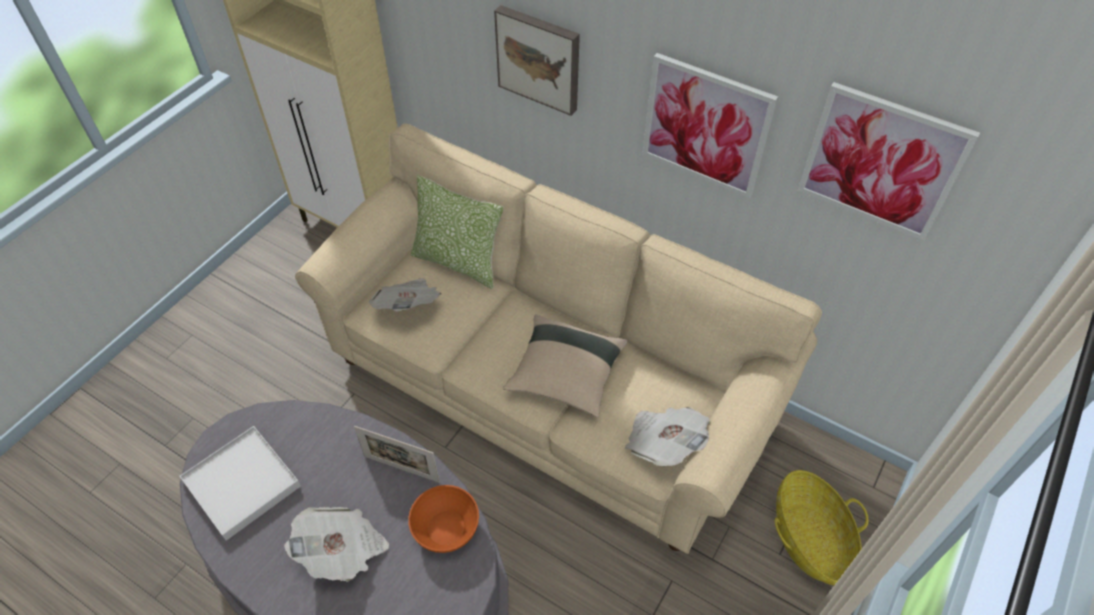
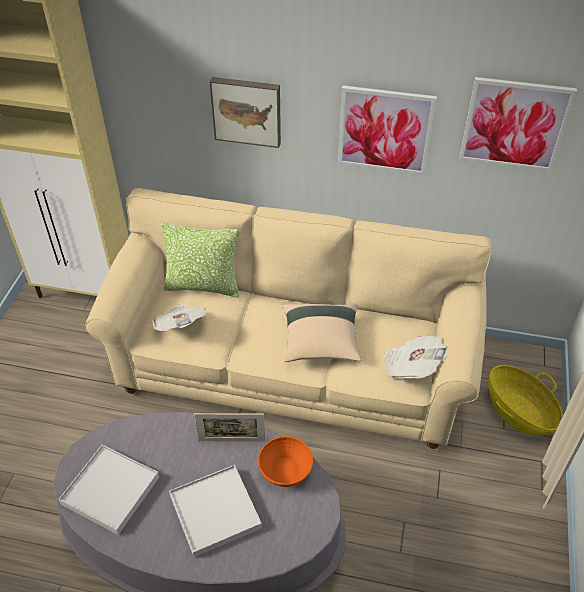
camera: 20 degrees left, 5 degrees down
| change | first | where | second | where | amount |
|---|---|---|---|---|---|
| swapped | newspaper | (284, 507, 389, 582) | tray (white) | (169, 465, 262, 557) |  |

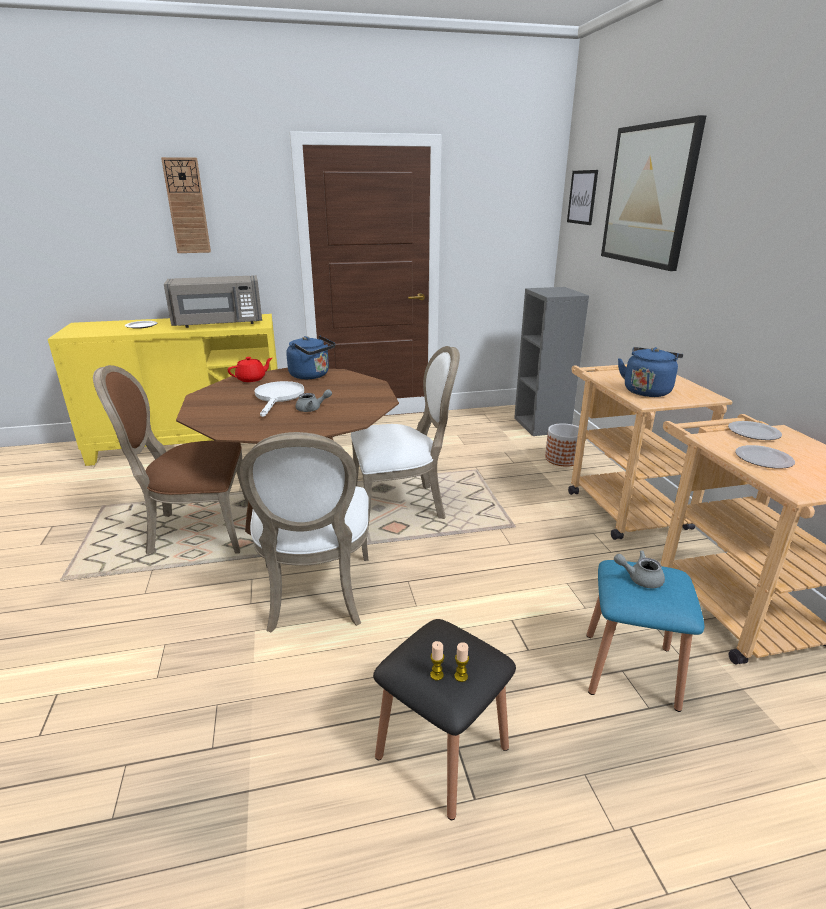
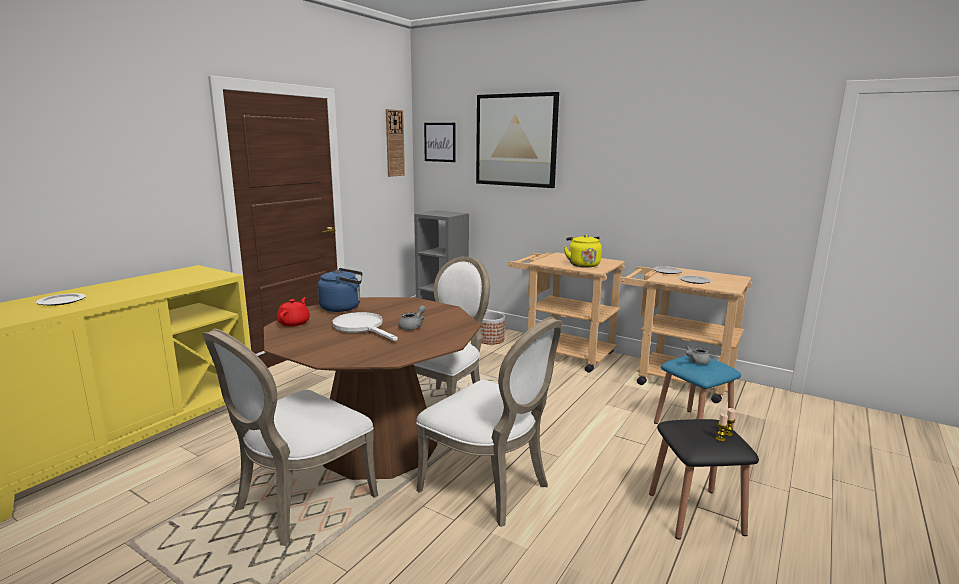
camera: 45 degrees left, 10 degrees down
| change | first | where | second | where | amount |
|---|---|---|---|---|---|
| repainted | upright chair (brown-coloured) | (93, 365, 248, 554) | upright chair (white) | (202, 329, 378, 546) |  |
| shifted | wall clock | (161, 157, 211, 253) |  | (386, 109, 405, 177) |  |
| repainted | water kettle (blue) | (618, 347, 683, 397) | water kettle (yellow) | (564, 235, 602, 267) |  |
| gone | microwave (gray) | (164, 275, 262, 328) |  |  |  |

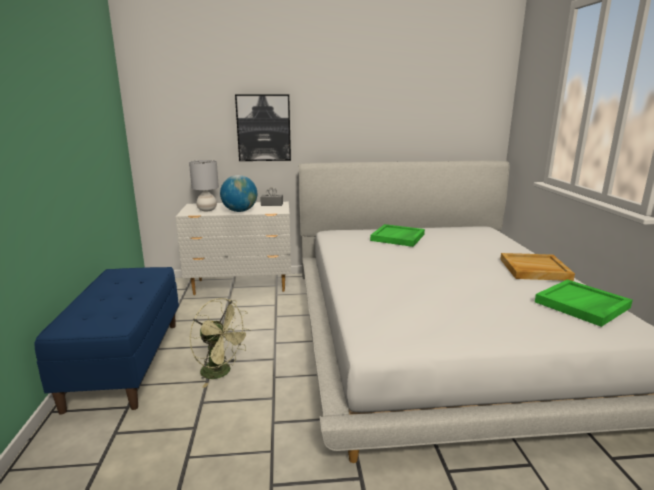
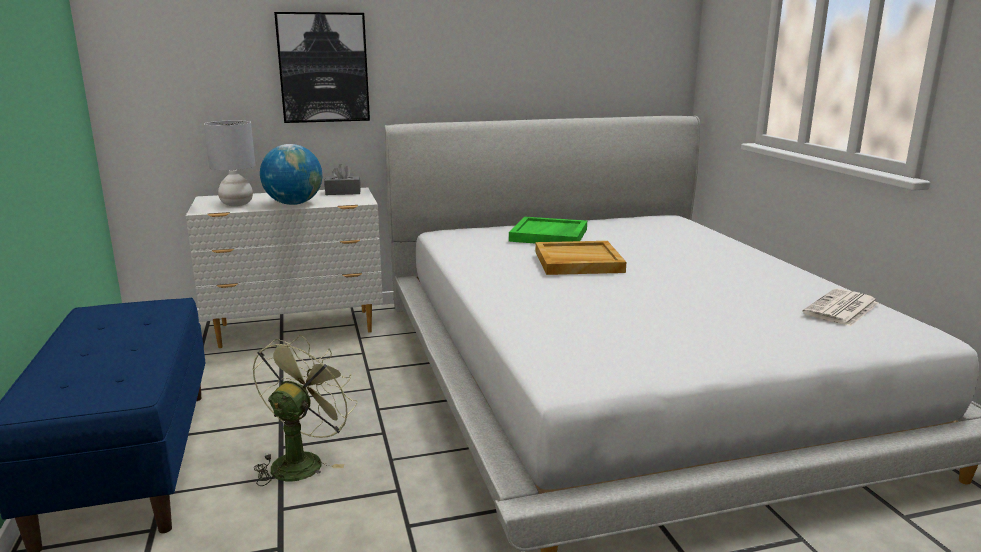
camera: 10 degrees left, 0 degrees up
| change | first | where | second | where | amount |
|---|---|---|---|---|---|
| rotated | electric fan (green-coloured) | (190, 298, 251, 388) |  | (252, 335, 357, 486) | 90 degrees counterclockwise |
| shifted | tray (beige) | (500, 253, 575, 281) |  | (535, 241, 626, 275) |  |
| swapped | tray (green-coloured) | (535, 279, 633, 327) | newspaper | (802, 288, 879, 326) |  |

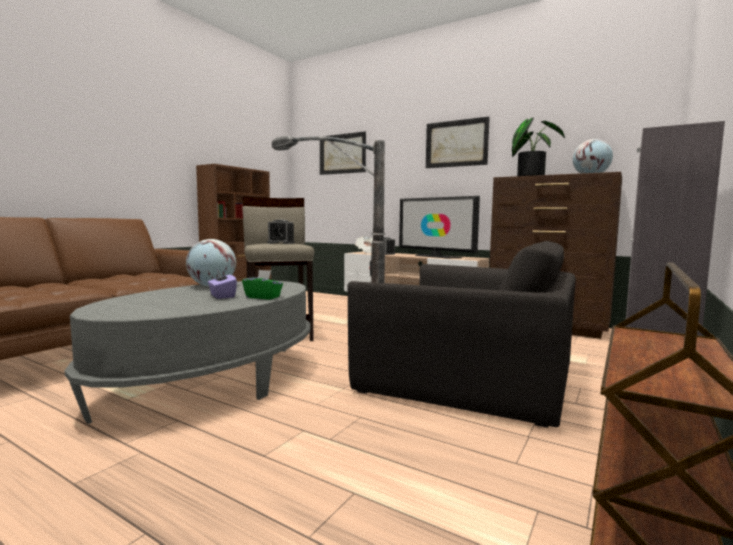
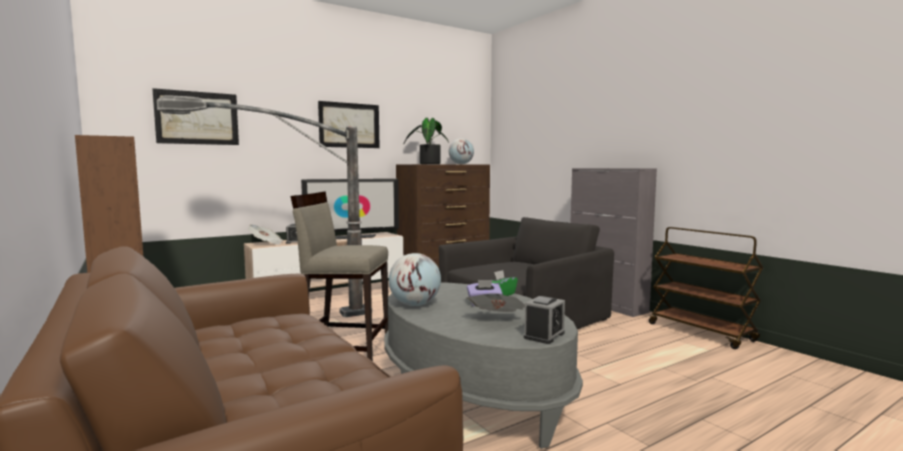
camera: 65 degrees left, 0 degrees up
| change | first | where | second | where | amount |
|---|---|---|---|---|---|
| new |  |  | newspaper | (467, 294, 525, 312) |  |
| shifted | table clock | (267, 219, 295, 244) |  | (524, 296, 565, 344) |  |

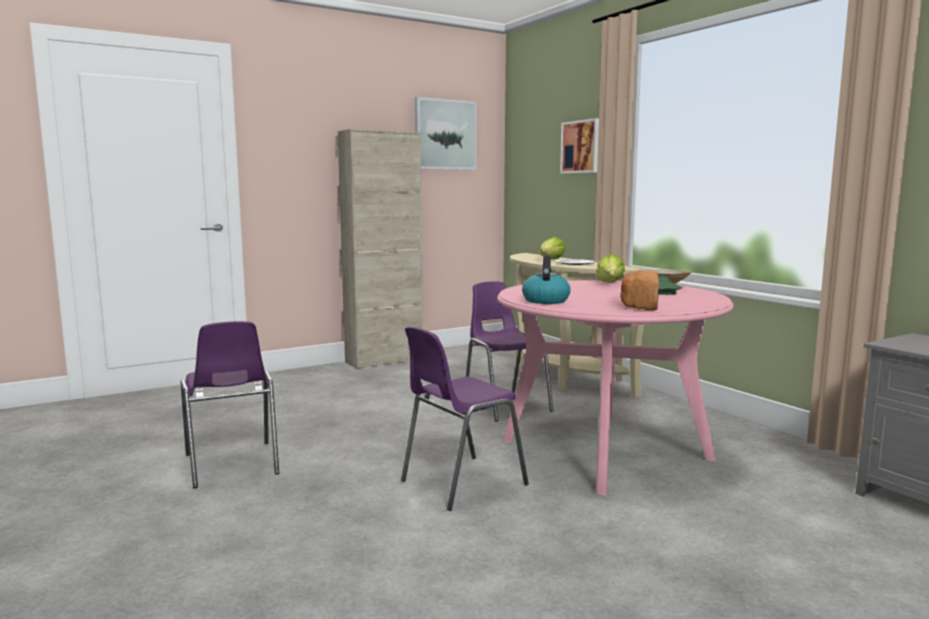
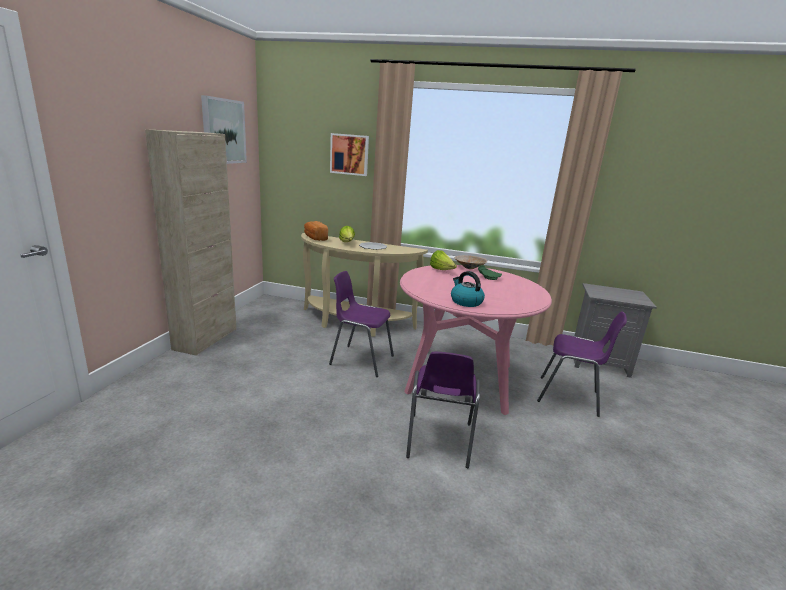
camera: 45 degrees left, 10 degrees up
| change | first | where | second | where | amount |
|---|---|---|---|---|---|
| shifted | baked bread | (620, 270, 659, 310) |  | (304, 221, 328, 241) |  |
| shifted | upright chair (purple) | (180, 321, 279, 488) |  | (537, 311, 627, 417) |  |

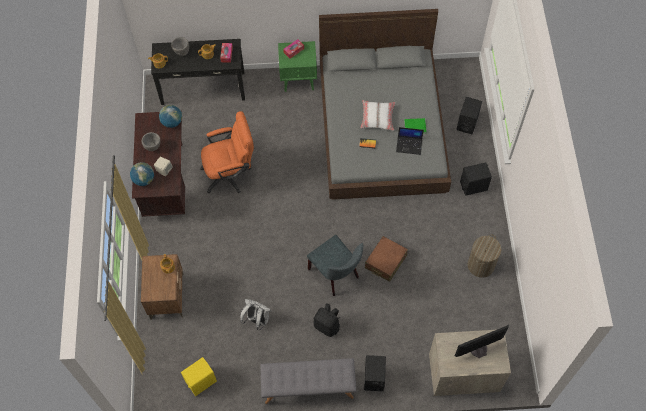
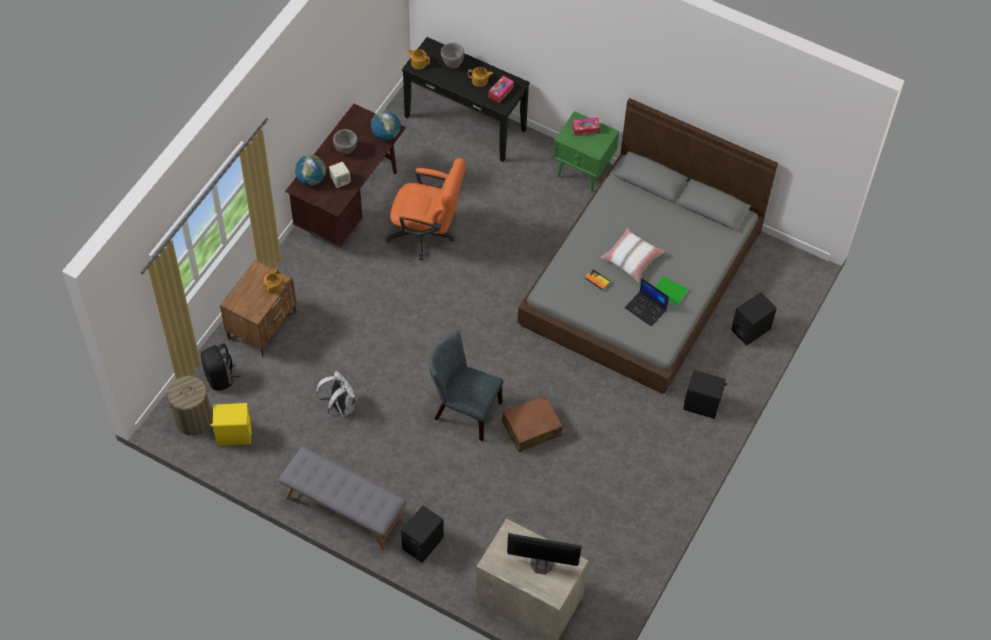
camera: 30 degrees right, 5 degrees down
| change | first | where | second | where | amount |
|---|---|---|---|---|---|
| shifted | washing basket | (468, 235, 501, 278) |  | (164, 376, 212, 436) |  |
| shifted | knapsack (blackish) | (313, 303, 340, 337) |  | (201, 343, 241, 390) |  |
| rotated | upright chair (gray) | (307, 235, 363, 296) |  | (429, 331, 504, 441) | 120 degrees clockwise |

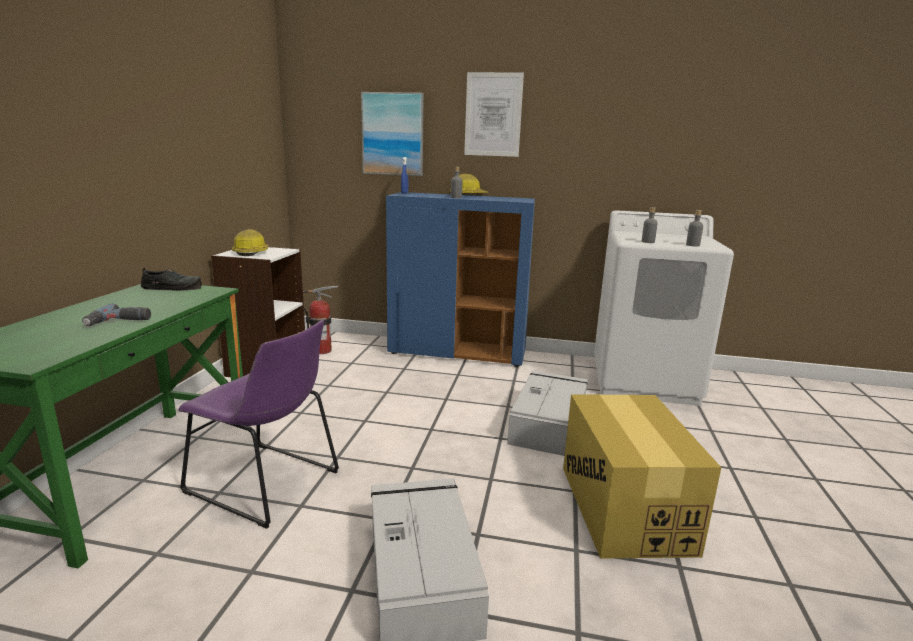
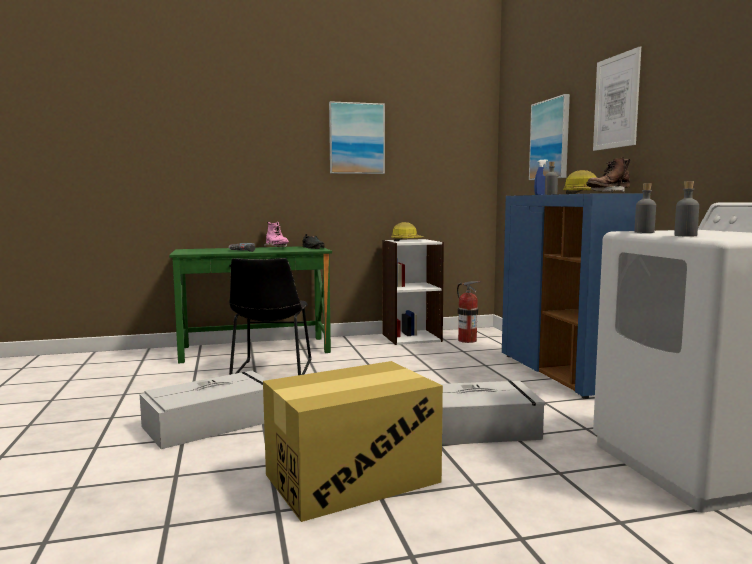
camera: 65 degrees right, 10 degrees down
| change | first | where | second | where | amount |
|---|---|---|---|---|---|
| repainted | upright chair (purple) | (178, 320, 339, 529) | upright chair (blackish) | (229, 258, 311, 375) |  |
| new |  |  | boot (pink) | (264, 222, 289, 247) |  |
| new |  |  | wall art | (329, 101, 385, 174) |  |
| new |  |  | boot (brown-coloured) | (586, 157, 630, 193) |  |

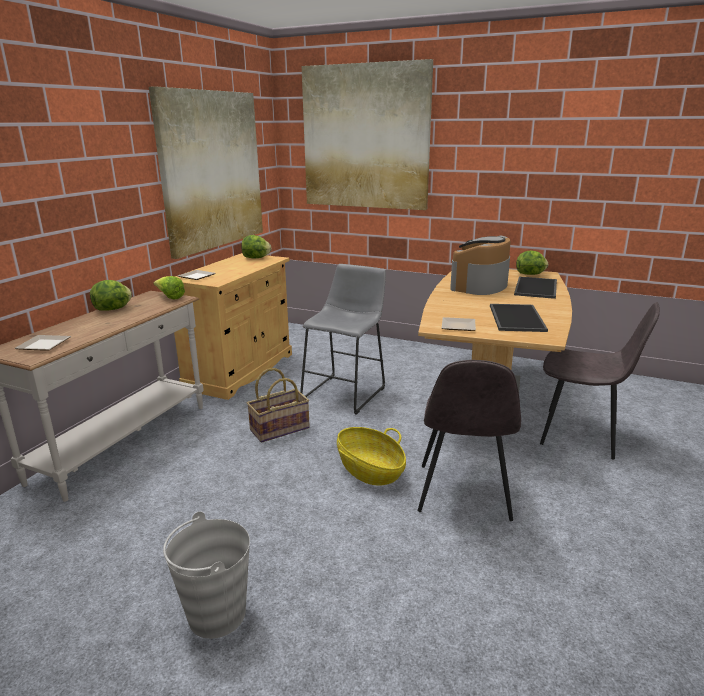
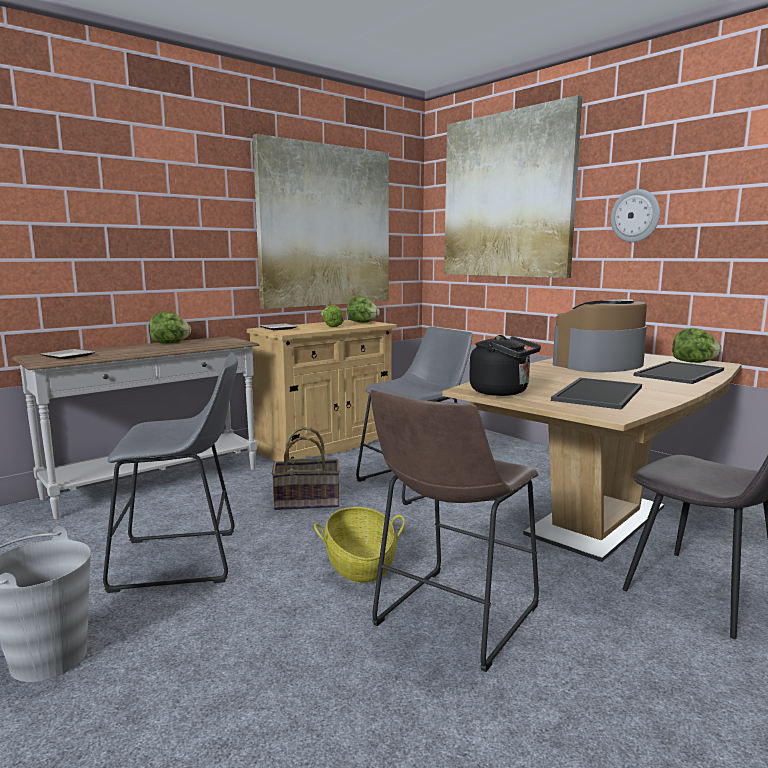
camera: 25 degrees right, 10 degrees down
| change | first | where | second | where | amount |
|---|---|---|---|---|---|
| new |  |  | stool (gray) | (103, 353, 238, 593) |  |
| shifted | head of lettuce | (154, 276, 185, 300) |  | (321, 305, 344, 327) |  |
| swapped | upright chair (gray) | (418, 360, 521, 521) | stool (brown-coloured) | (371, 389, 539, 672) |  |
| swapped | flat dish | (442, 317, 476, 331) | water kettle (blackish) | (469, 335, 541, 396) |  |
| new |  |  | wall clock | (611, 189, 660, 242) |  |

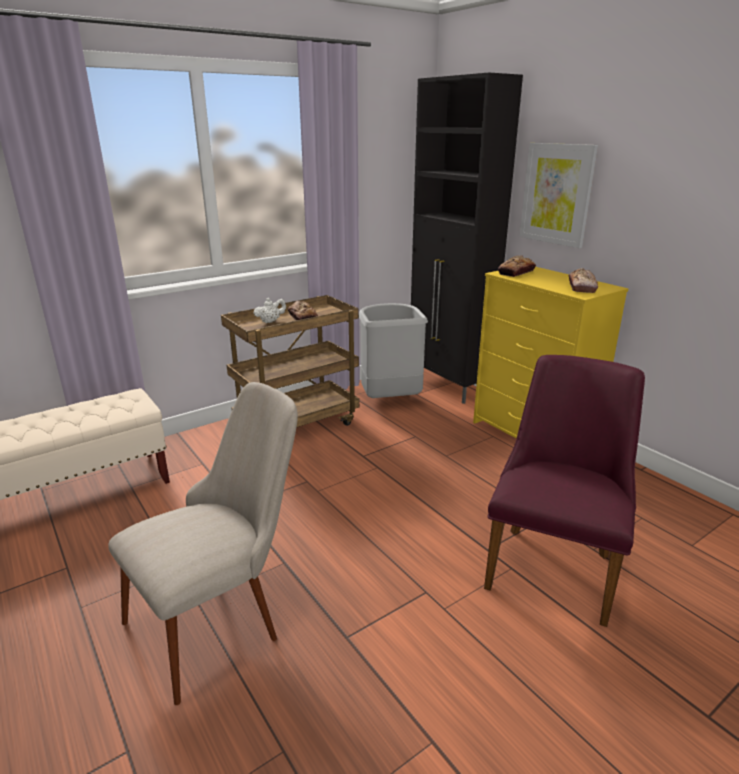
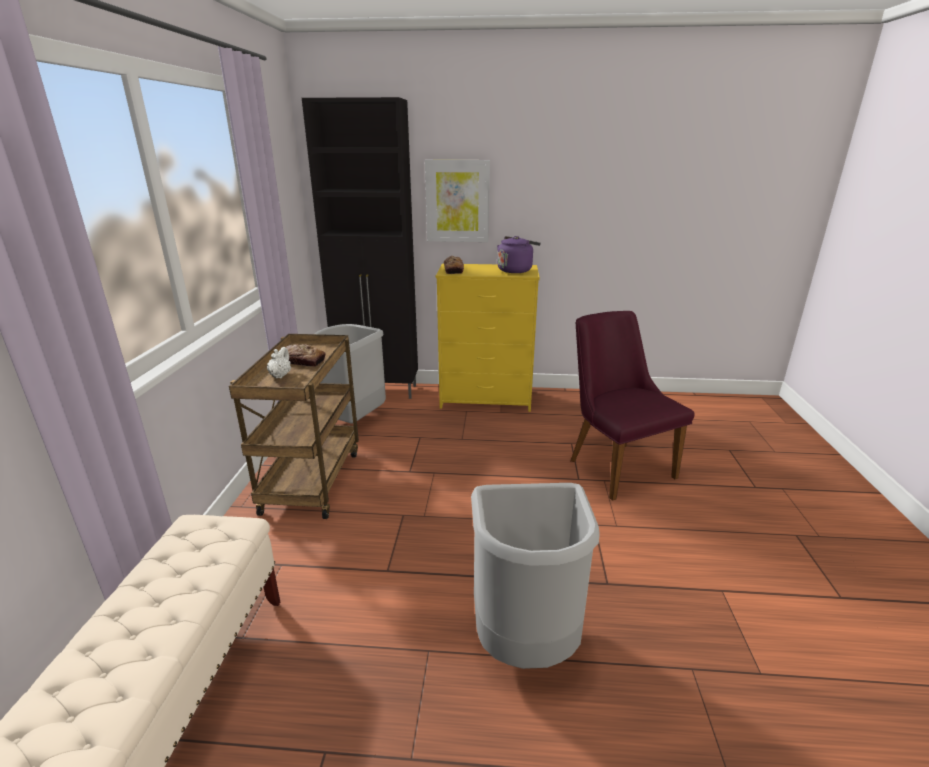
camera: 50 degrees left, 0 degrees up
| change | first | where | second | where | amount |
|---|---|---|---|---|---|
| swapped | upright chair (beige) | (108, 382, 298, 705) | rubbish bin (gray) | (471, 483, 600, 669) |  |
| swapped | baked bread | (569, 268, 598, 293) | water kettle (purple) | (497, 236, 541, 273) |  |

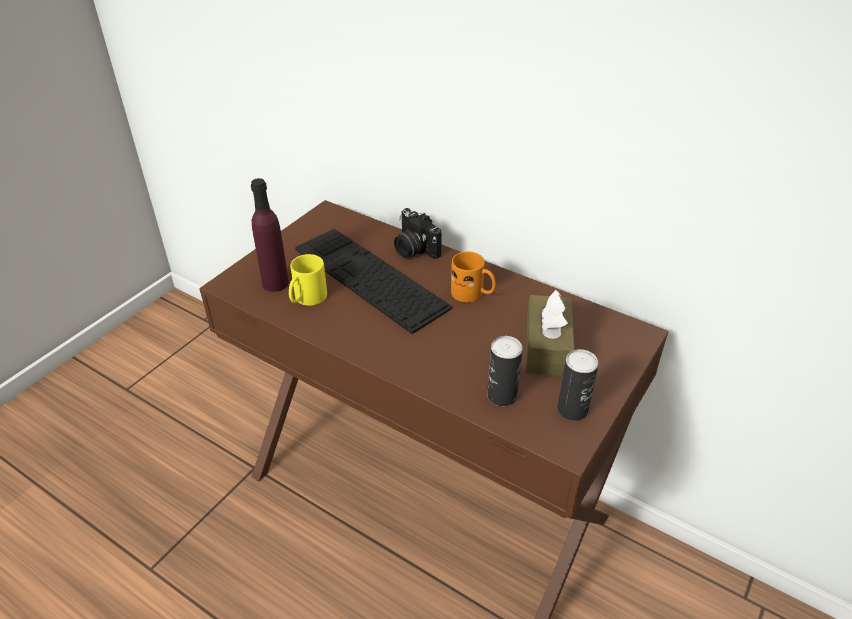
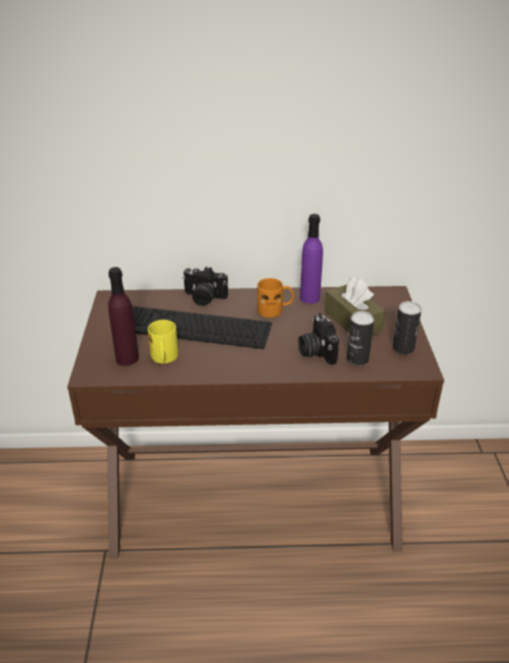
camera: 35 degrees left, 5 degrees down
| change | first | where | second | where | amount |
|---|---|---|---|---|---|
| new |  |  | still camera | (298, 313, 339, 365) |  |
| new |  |  | beverage bottle (purple) | (300, 214, 323, 304) |  |

